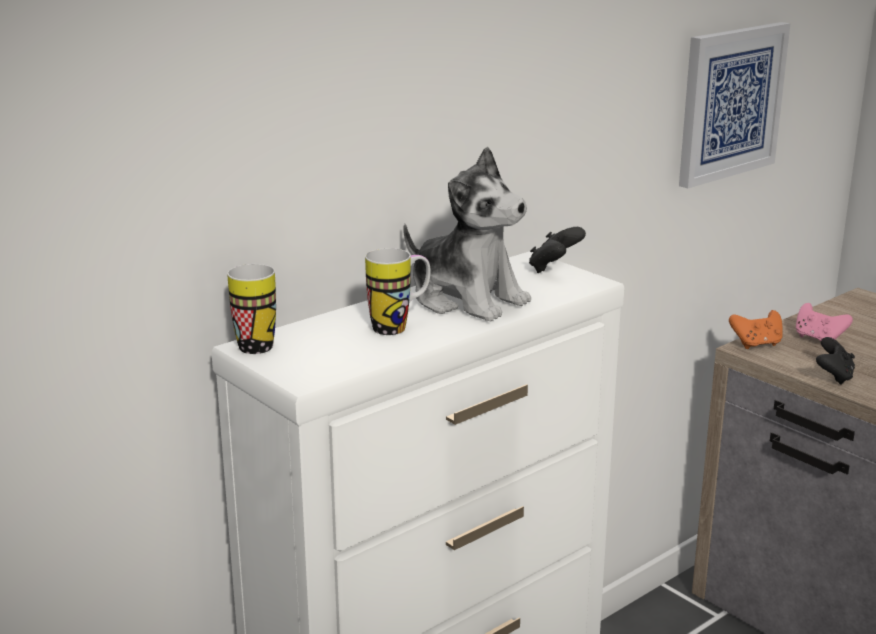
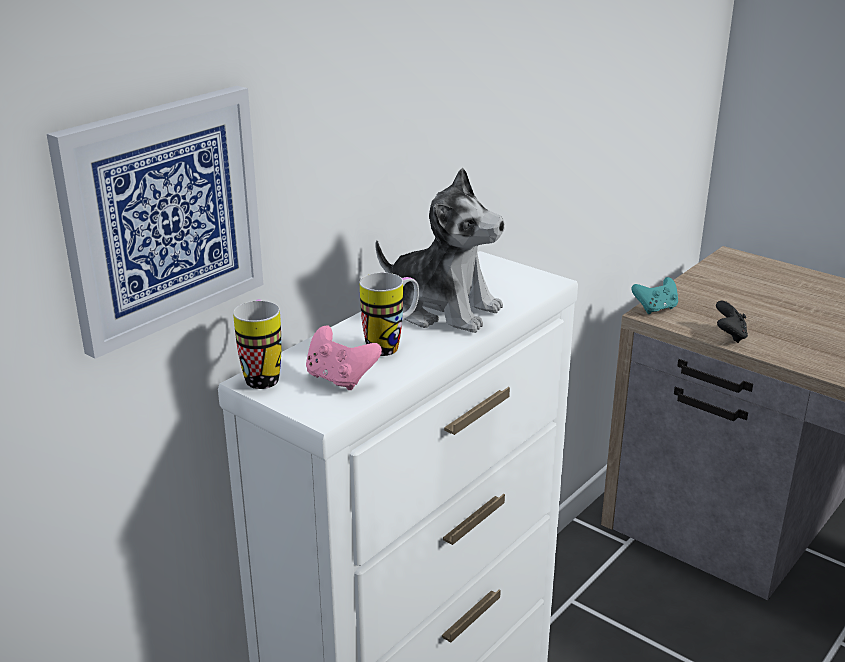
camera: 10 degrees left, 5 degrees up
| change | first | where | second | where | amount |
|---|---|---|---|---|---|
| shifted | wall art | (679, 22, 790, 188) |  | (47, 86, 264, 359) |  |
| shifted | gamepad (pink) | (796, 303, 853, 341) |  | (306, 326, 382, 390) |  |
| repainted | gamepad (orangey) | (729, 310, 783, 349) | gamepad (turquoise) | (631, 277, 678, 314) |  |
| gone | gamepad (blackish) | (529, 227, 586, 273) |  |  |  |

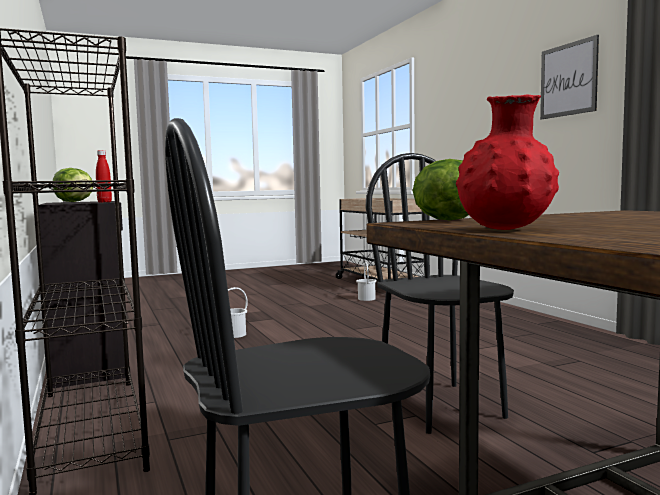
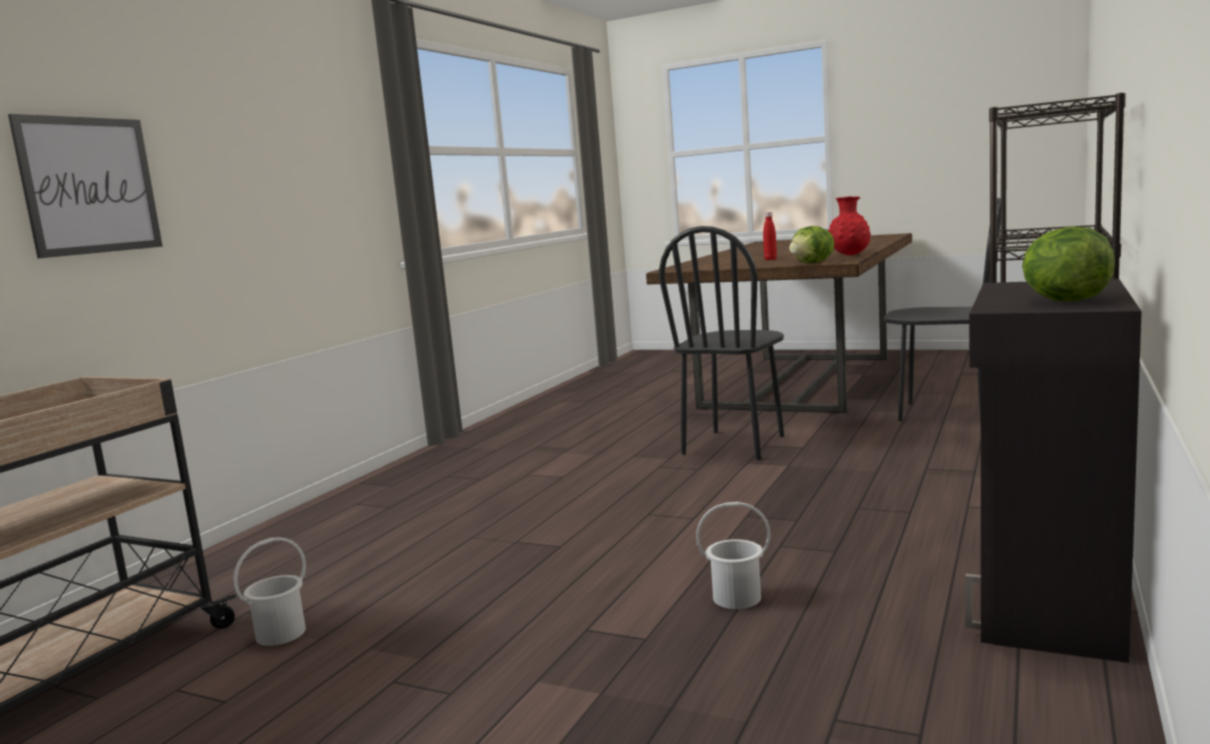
camera: 130 degrees left, 5 degrees up
| change | first | where | second | where | amount |
|---|---|---|---|---|---|
| shifted | wall art | (540, 35, 599, 119) |  | (8, 114, 163, 258) |  |
| shifted | beverage bottle (red-coloured) | (96, 150, 112, 202) |  | (763, 212, 777, 260) |  |

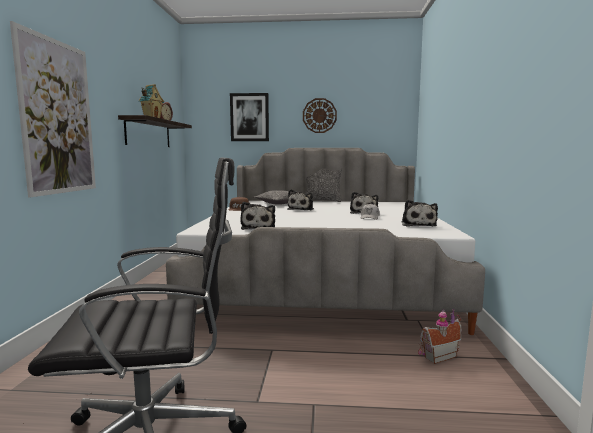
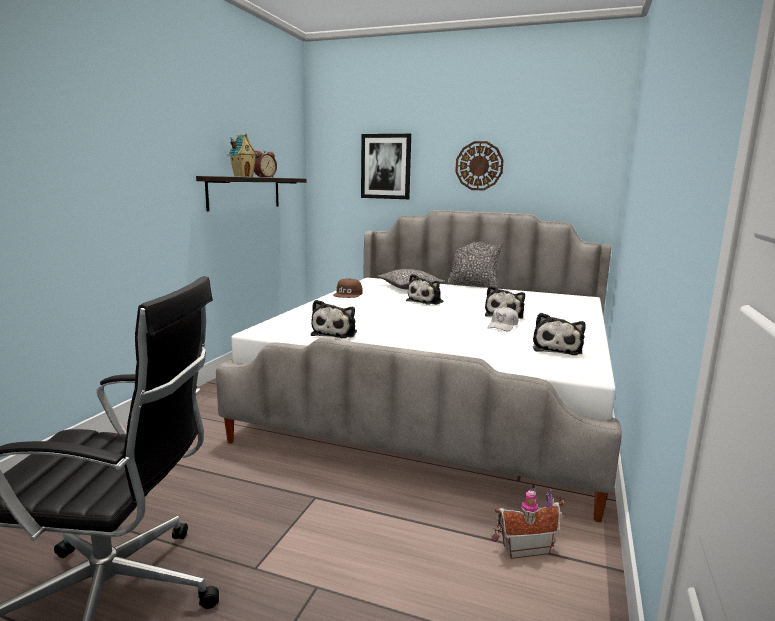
camera: 15 degrees right, 5 degrees up
| change | first | where | second | where | amount |
|---|---|---|---|---|---|
| gone | wall art | (10, 21, 96, 197) |  |  |  |

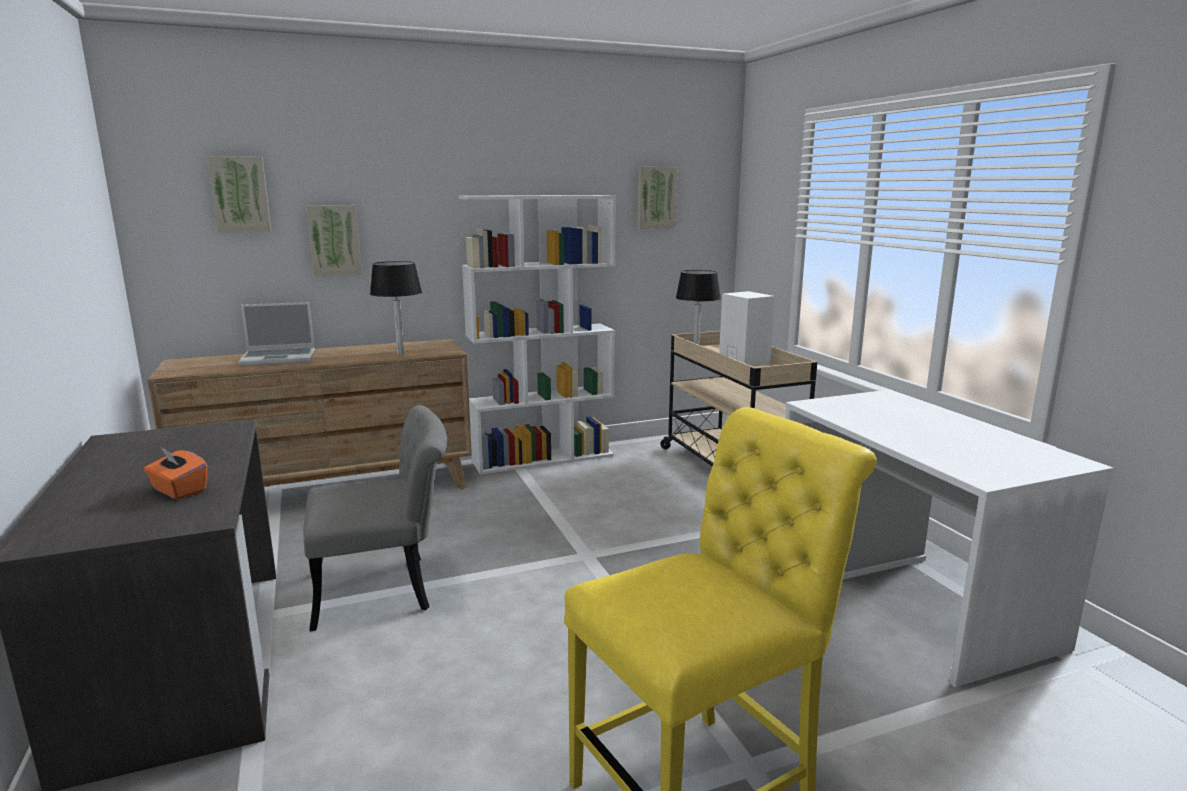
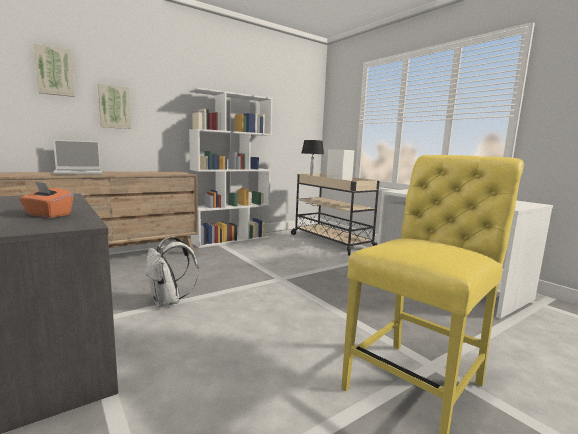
camera: 15 degrees left, 5 degrees down
| change | first | where | second | where | amount |
|---|---|---|---|---|---|
| swapped | upright chair (gray) | (303, 405, 447, 632) | knapsack (white) | (145, 236, 199, 307) |  |
| gone | tabletop lamp (blackish) | (370, 261, 422, 355) |  |  |  |
| gone | wall art | (637, 167, 677, 229) |  |  |  |

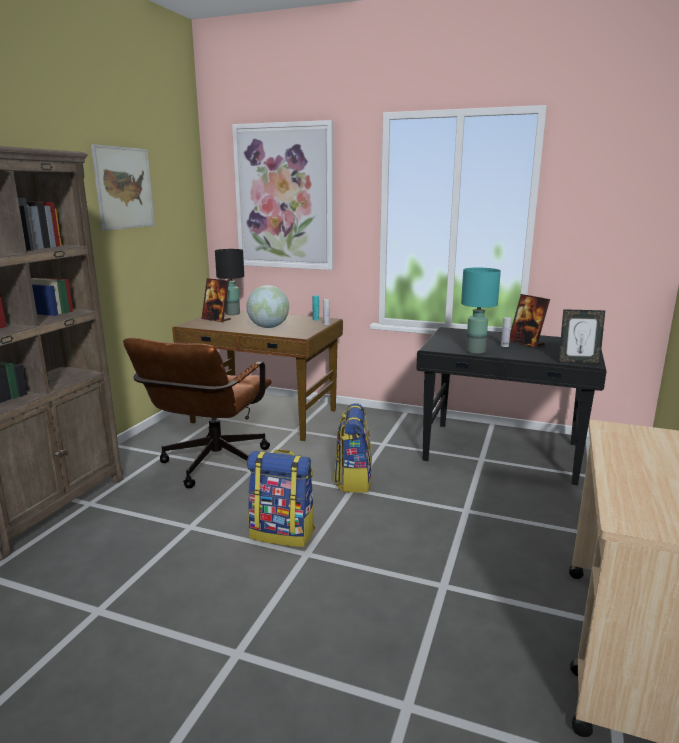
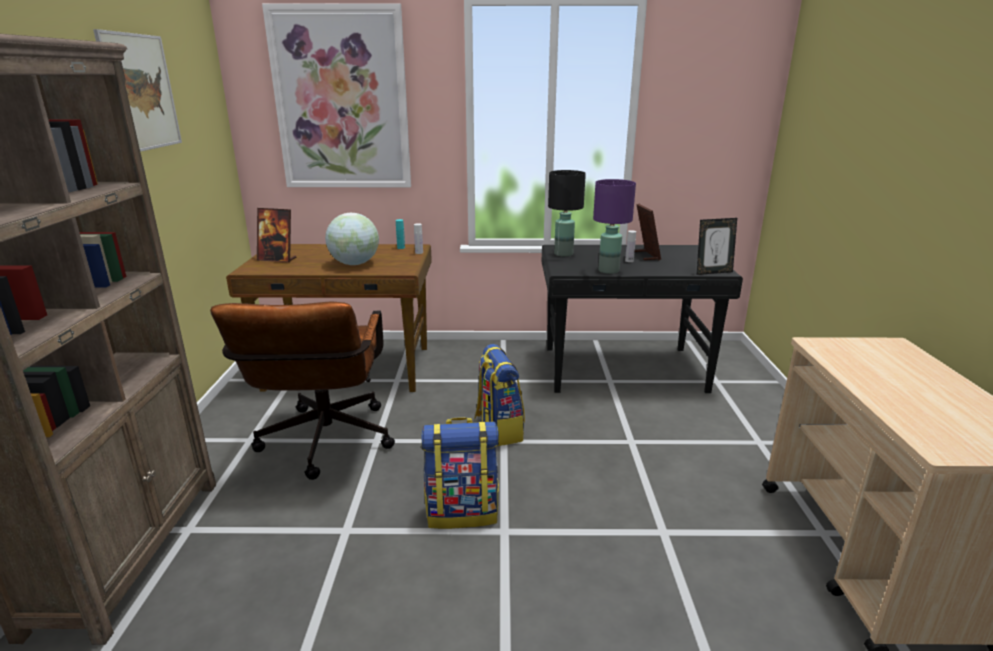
camera: 20 degrees left, 5 degrees up
| change | first | where | second | where | amount |
|---|---|---|---|---|---|
| shifted | tabletop lamp (blackish) | (215, 249, 244, 315) |  | (548, 170, 586, 257) |  |
| repainted | tabletop lamp (turquoise) | (461, 268, 501, 354) | tabletop lamp (purple) | (593, 179, 636, 274) |  |
| rotated | photo frame | (510, 294, 550, 348) |  | (635, 204, 661, 260) | 135 degrees counterclockwise |

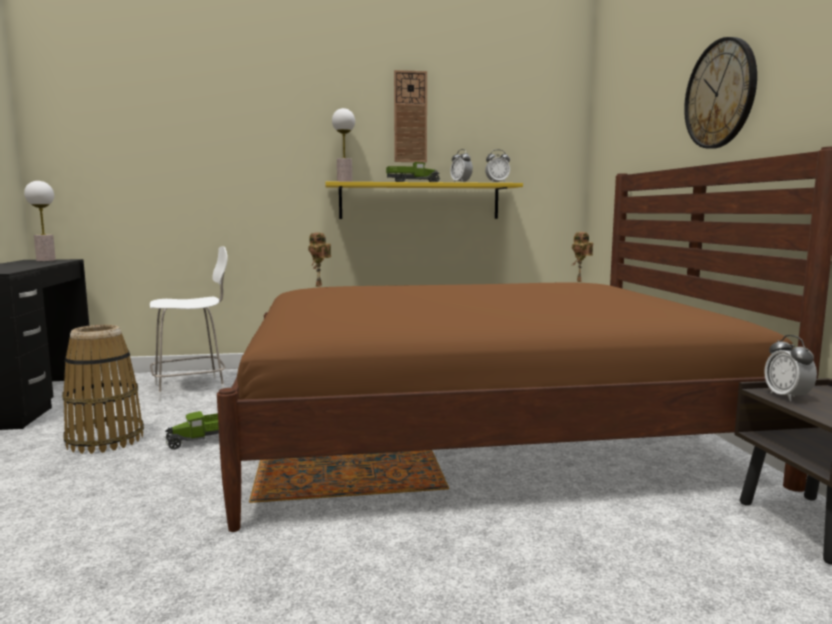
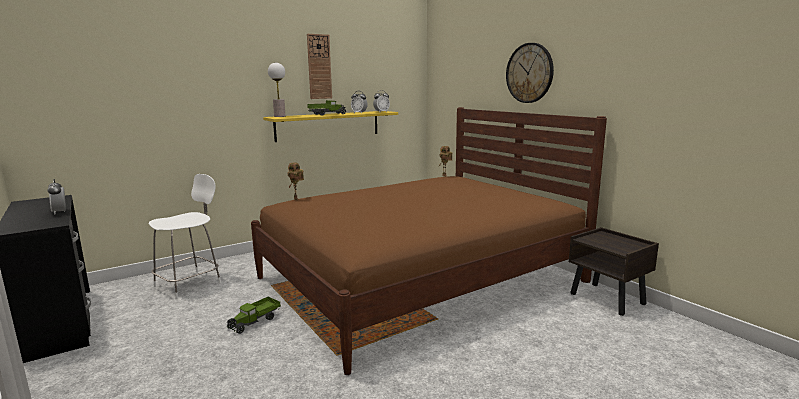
camera: 25 degrees left, 5 degrees up
| change | first | where | second | where | amount |
|---|---|---|---|---|---|
| shifted | table clock | (764, 335, 817, 401) |  | (47, 179, 66, 215) |  |
| gone | tabletop lamp | (24, 181, 56, 261) |  |  |  |
| gone | household basket | (62, 325, 144, 454) |  |  |  |

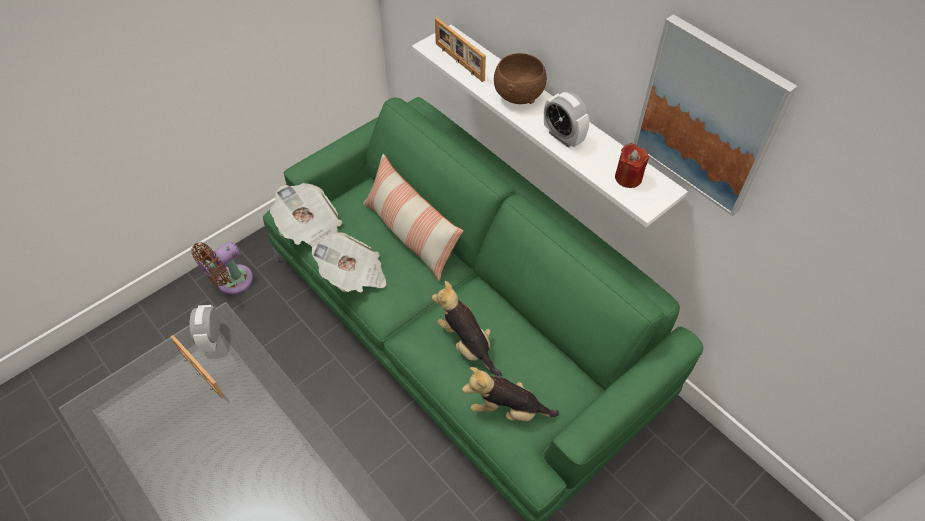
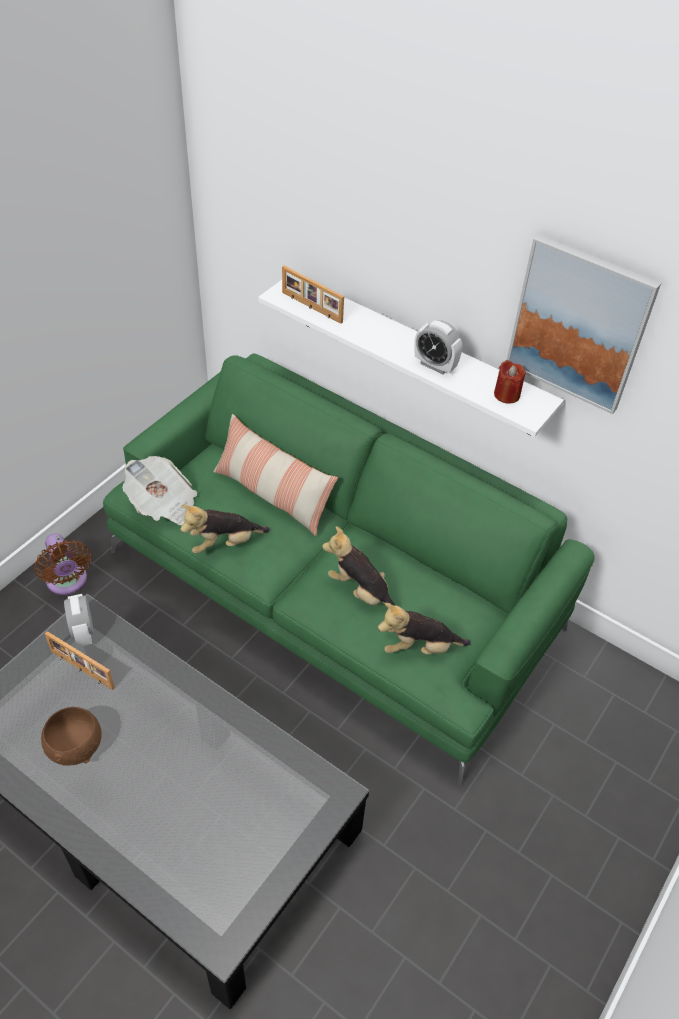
camera: 15 degrees left, 5 degrees down
| change | first | where | second | where | amount |
|---|---|---|---|---|---|
| rotated | electric fan (brown-coloured) | (191, 242, 253, 294) |  | (34, 534, 92, 595) | 60 degrees counterclockwise |
| shifted | deep dish (brown-coloured) | (494, 53, 547, 104) |  | (41, 707, 102, 766) |  |
| swapped | newspaper | (312, 232, 387, 292) | soft toy | (180, 505, 270, 554) |  |

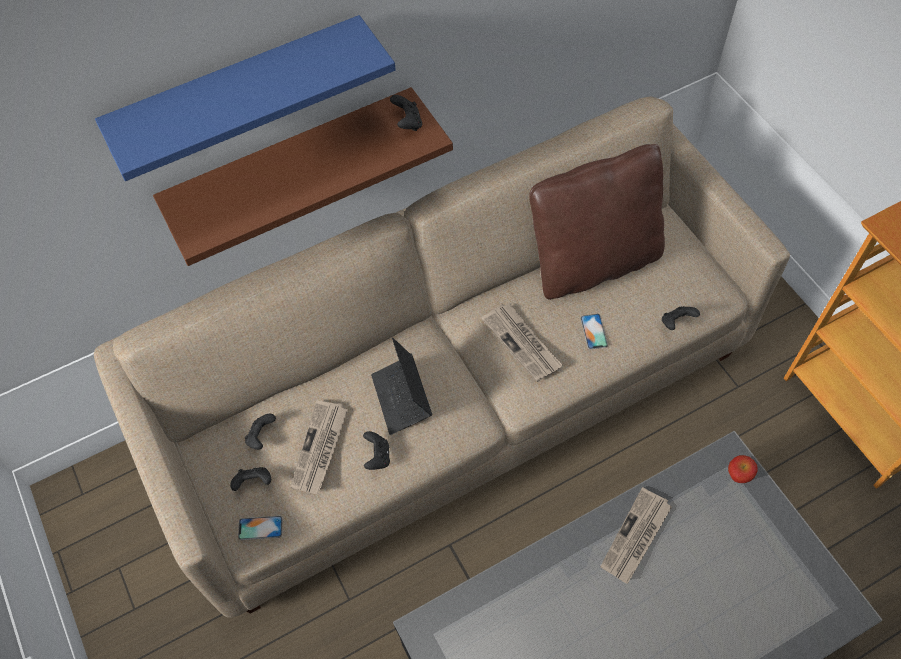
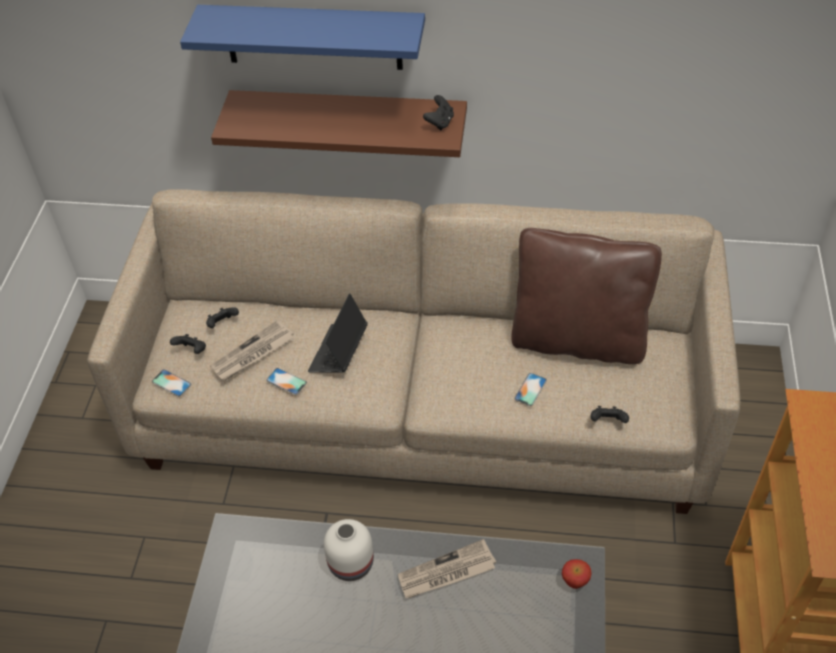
camera: 35 degrees right, 10 degrees down
| change | first | where | second | where | amount |
|---|---|---|---|---|---|
| swapped | gamepad (blackish) | (363, 431, 390, 470) | phone | (266, 368, 307, 395) |  |
| new |  |  | flower vase (white) | (324, 519, 374, 581) |  |
| gone | newspaper | (481, 303, 563, 382) |  |  |  |

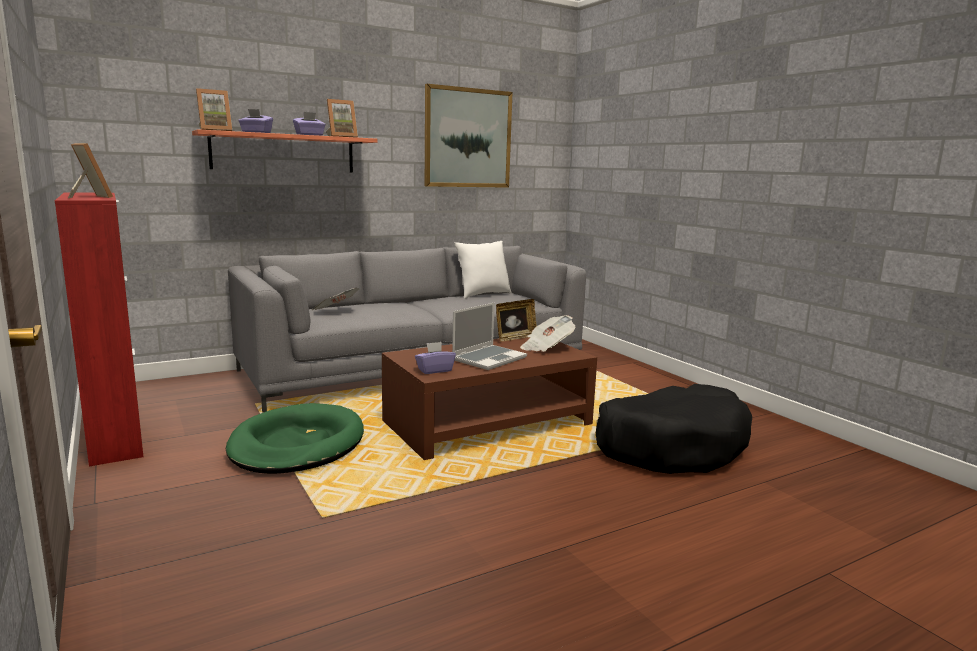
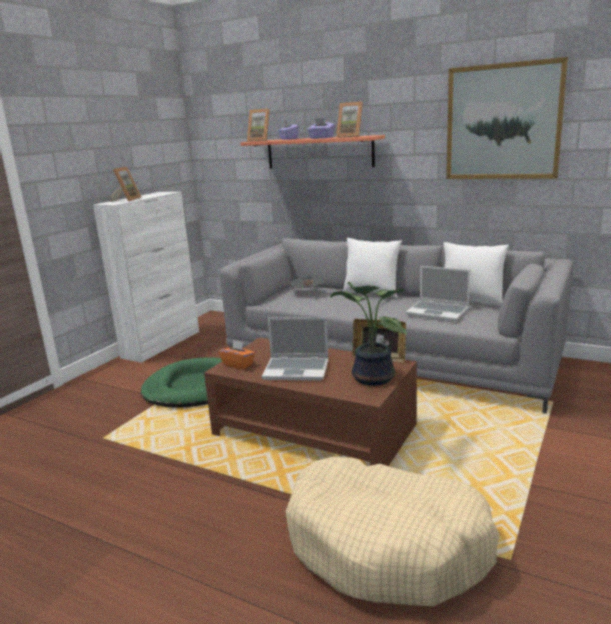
camera: 60 degrees right, 5 degrees up
| change | first | where | second | where | amount |
|---|---|---|---|---|---|
| repainted | cupboard (red-coloured) | (55, 192, 143, 466) | cupboard (white) | (93, 192, 199, 363) |  |
| repainted | tissue holder (purple) | (415, 342, 456, 374) | tissue holder (orangey) | (219, 340, 255, 370) |  |
| repainted | dog cushion (blackish) | (596, 384, 752, 474) | dog cushion (beige) | (286, 457, 500, 606) |  |
| swapped | newspaper | (520, 315, 576, 352) | plant in a pot | (330, 282, 407, 386) |  |
| new |  |  | cushion (white) | (343, 238, 402, 298) |  |
| new |  |  | portable computer | (406, 266, 470, 322) |  |

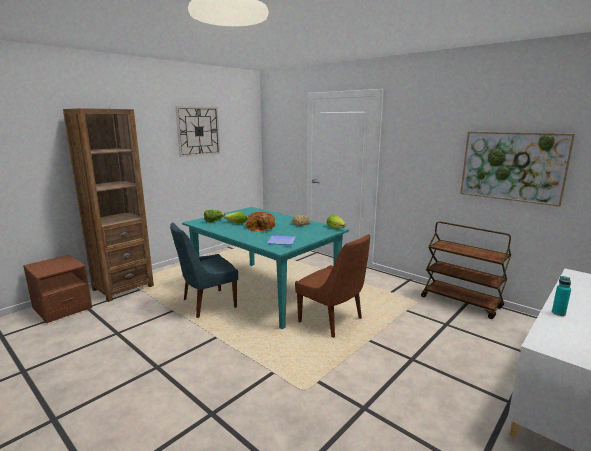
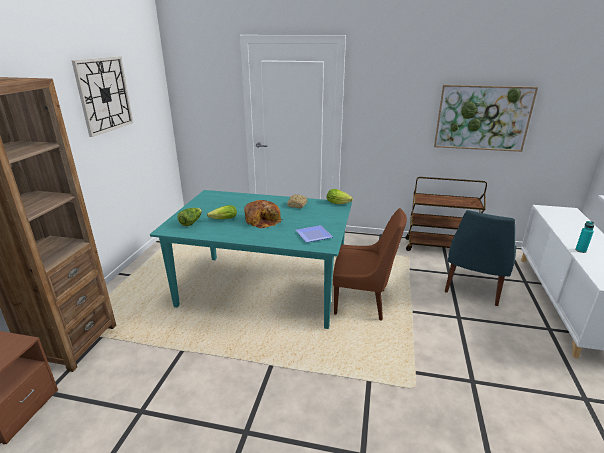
camera: 30 degrees left, 10 degrees up
| change | first | where | second | where | amount |
|---|---|---|---|---|---|
| shifted | upright chair (blue) | (170, 222, 238, 318) |  | (445, 210, 517, 306) |  |

